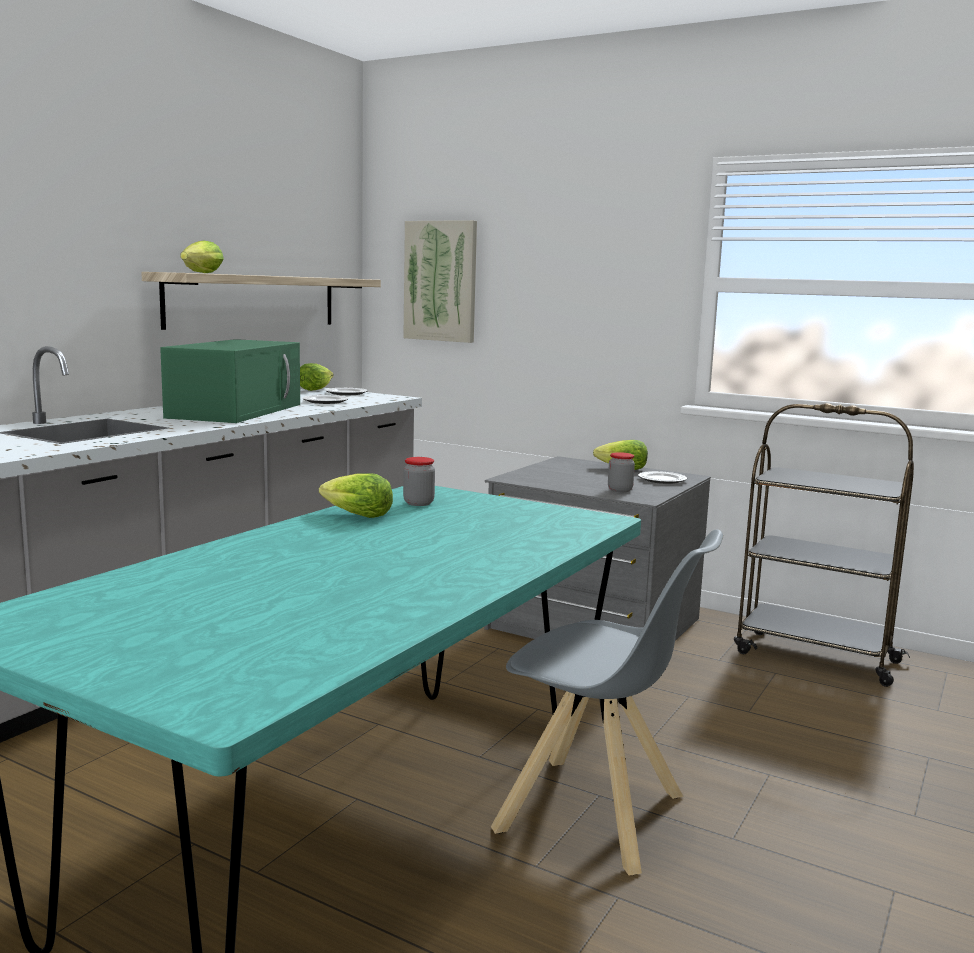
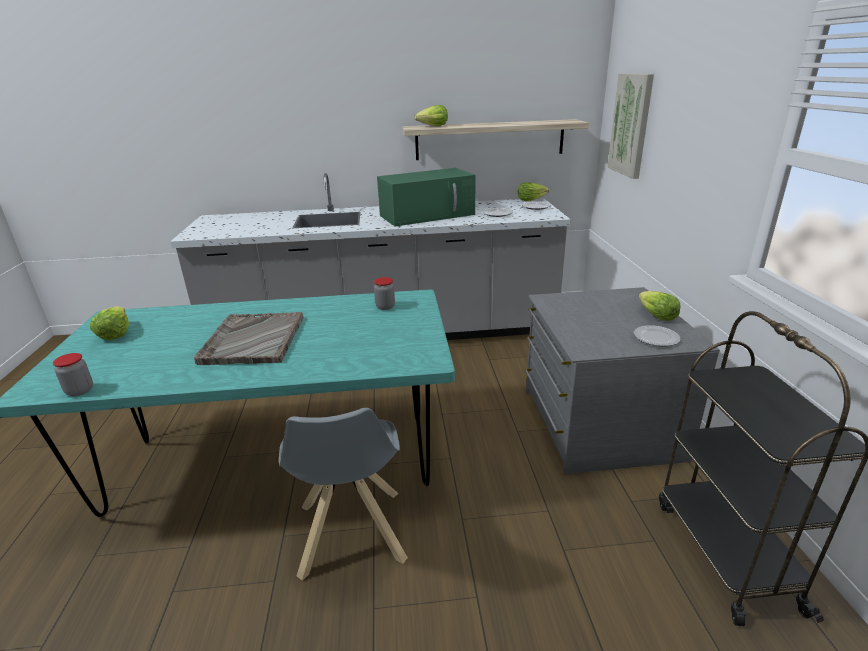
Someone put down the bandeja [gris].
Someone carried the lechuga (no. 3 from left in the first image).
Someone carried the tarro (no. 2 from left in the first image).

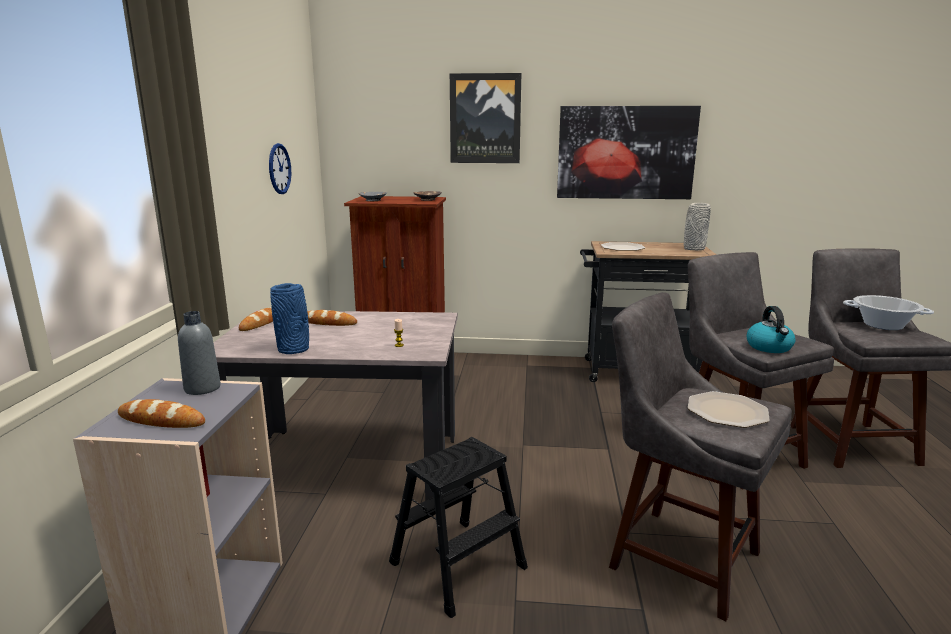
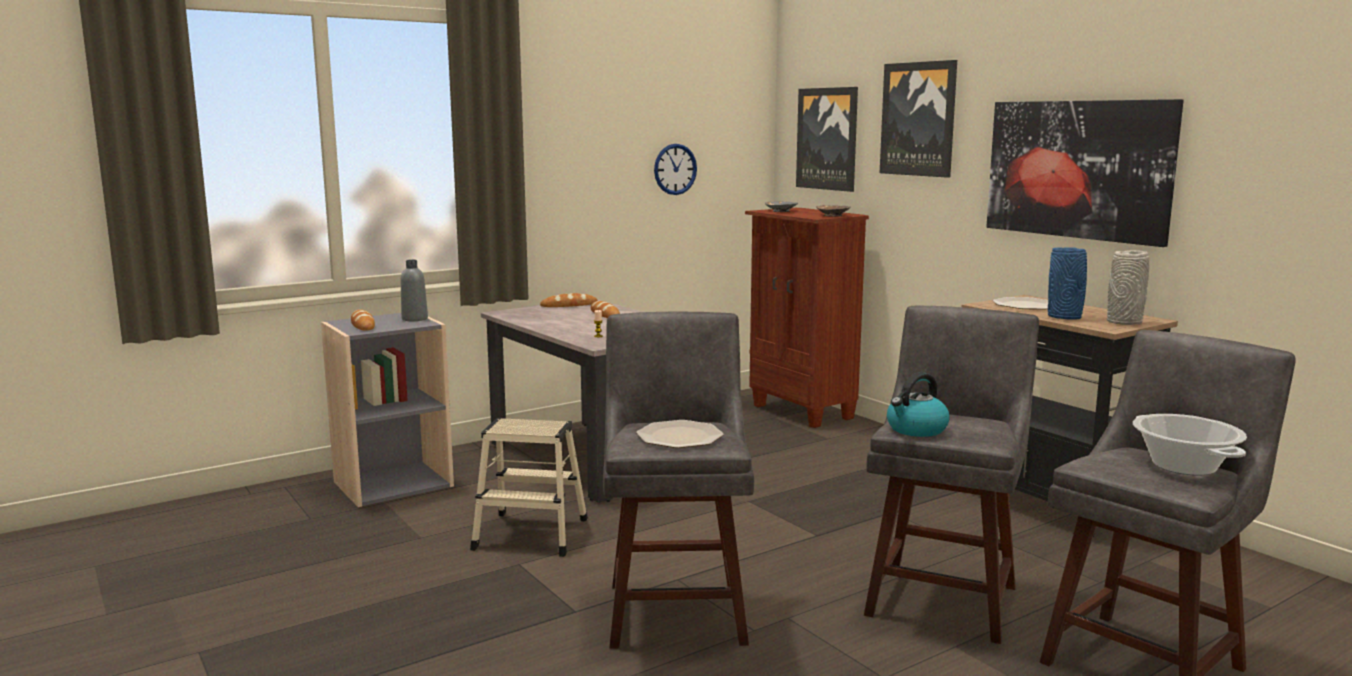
Someone put up the cuadro (no. 1 from left).
Someone carried the florero [azul].
Someone repainted the escalera de tijera [negro], which became the escalera de tijera [beis].

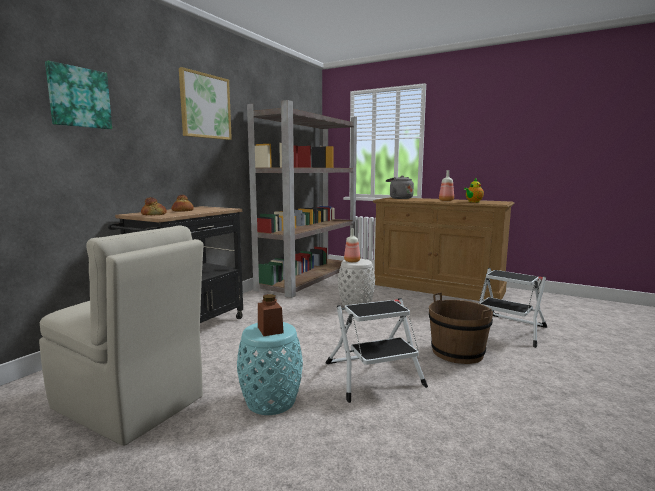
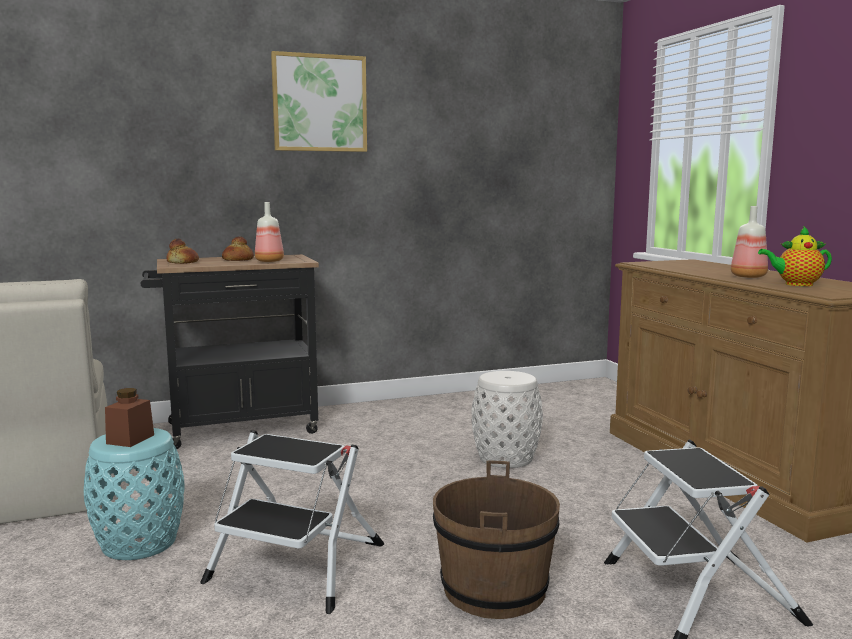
Someone took away the cuadro (no. 1 from left).
Someone took away the estantería [marrón].
Someone took away the hervidor [gris].
Someone carried the botella (no. 1 from left).

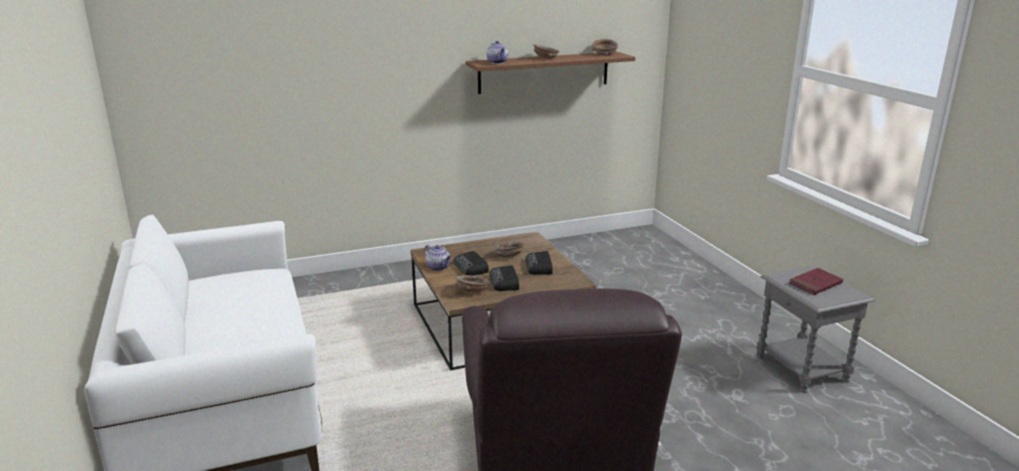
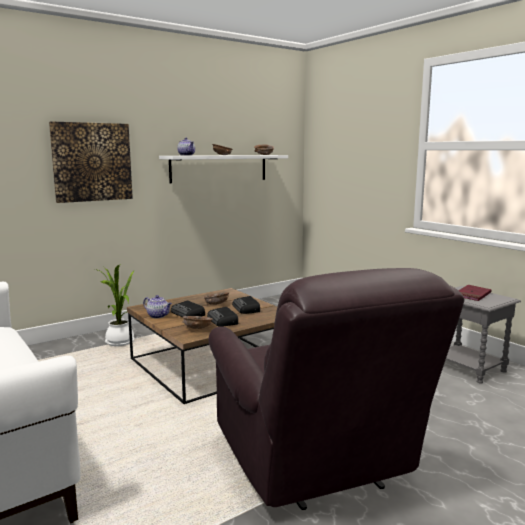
Someone put up the cuadro.
Someone put down the planta en maceta.
Someone repainted the estante [marrón], which became the estante [blanco].

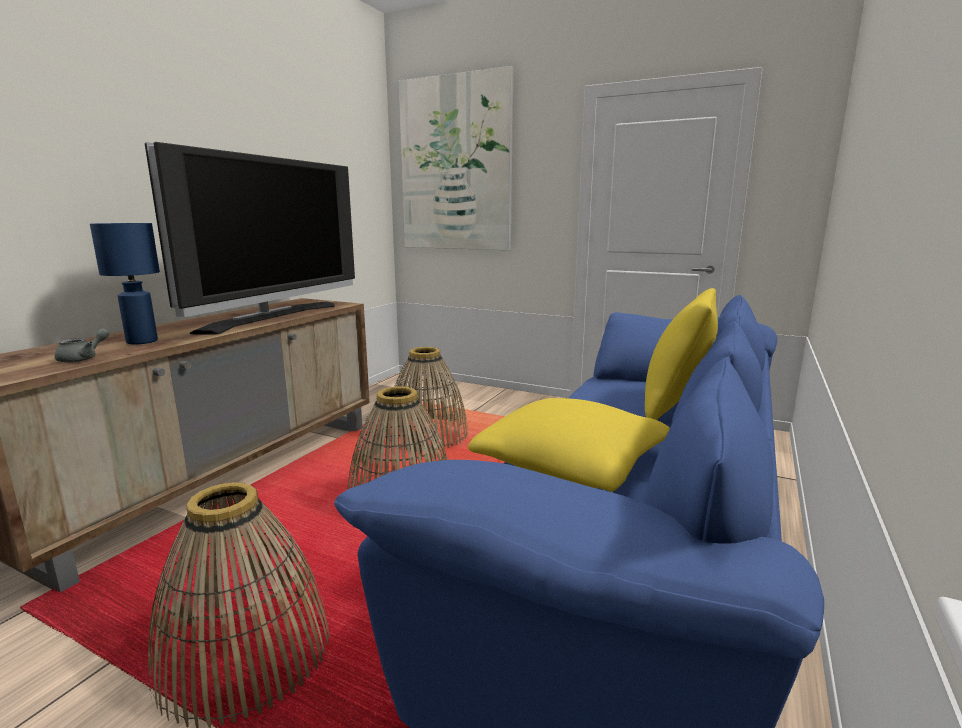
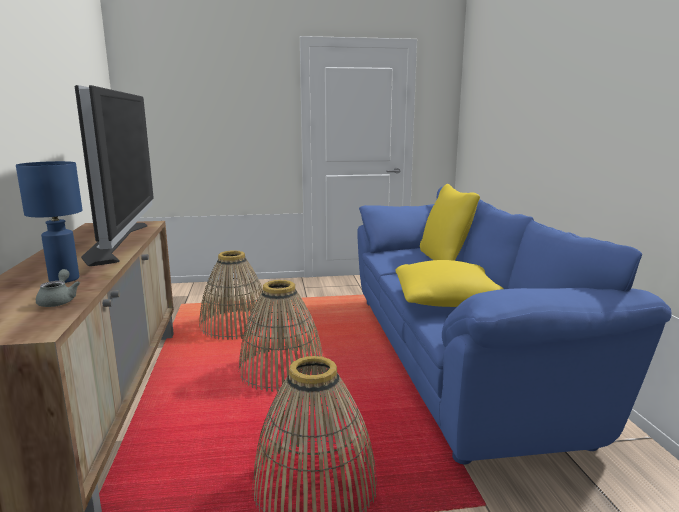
Someone took away the cuadro.

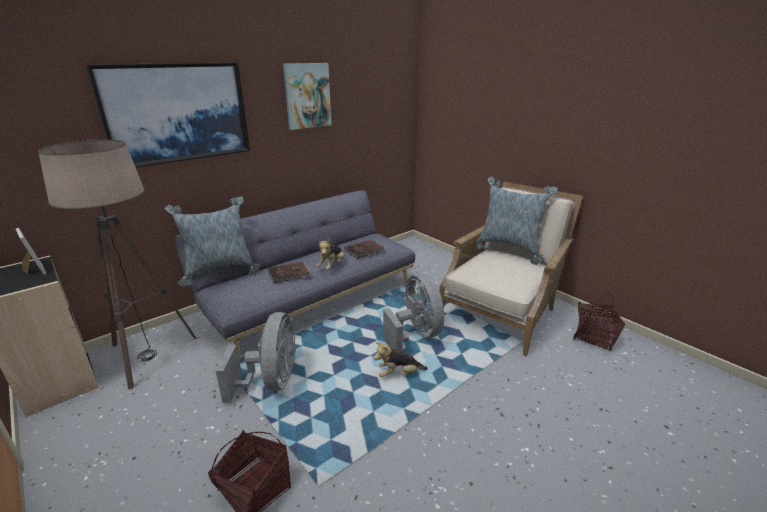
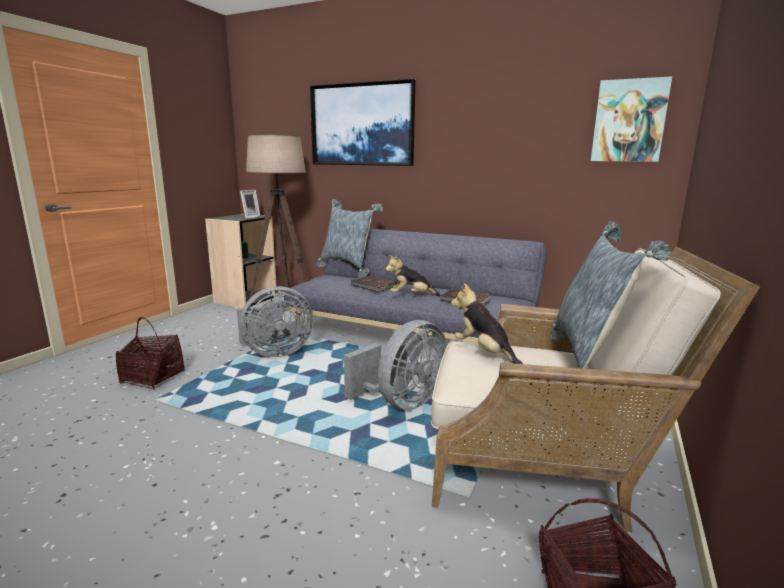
Someone carried the cuadro (no. 2 from left).
Someone carried the peluche (no. 2 from left).

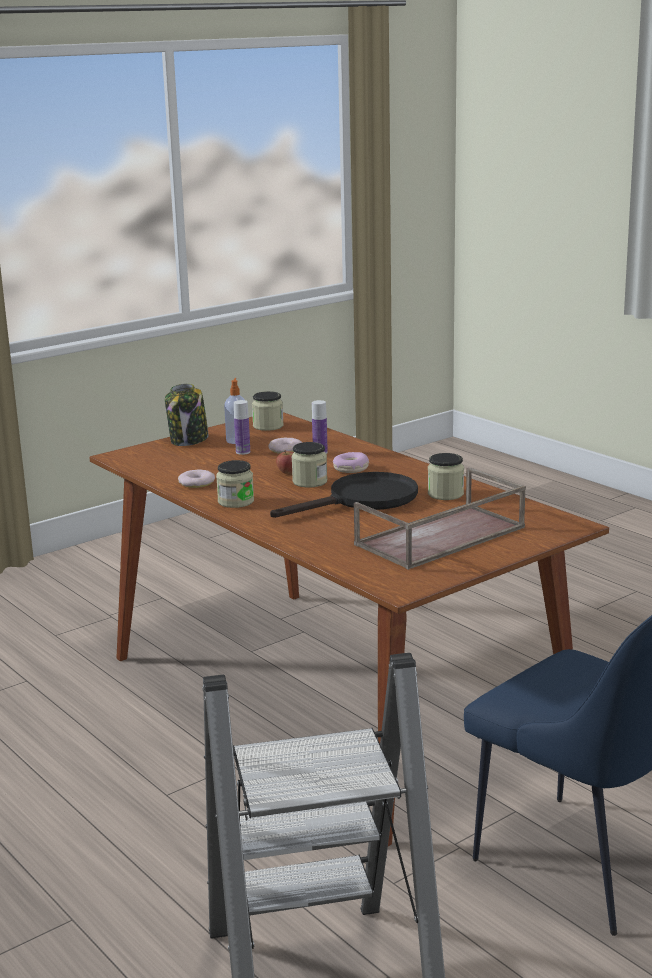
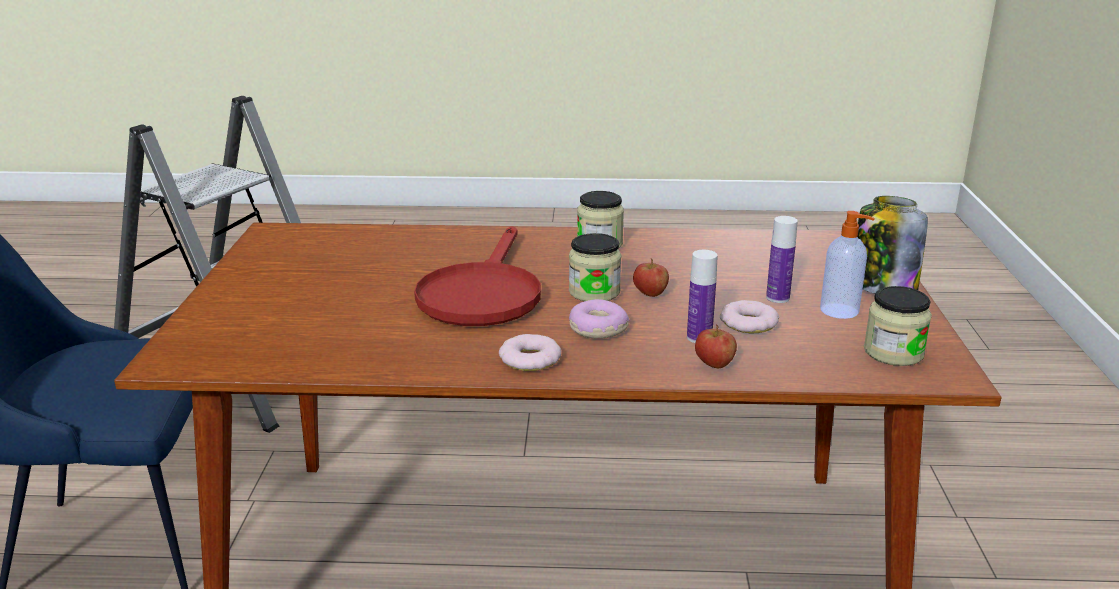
Someone took away the bandeja [marrón].
Someone took away the tarro (no. 5 from left).
Someone put down the manzana (no. 2 from left).
Someone carried the rosquilla (no. 1 from left).
Someone repainted the sartén [negro], which became the sartén [rojo].

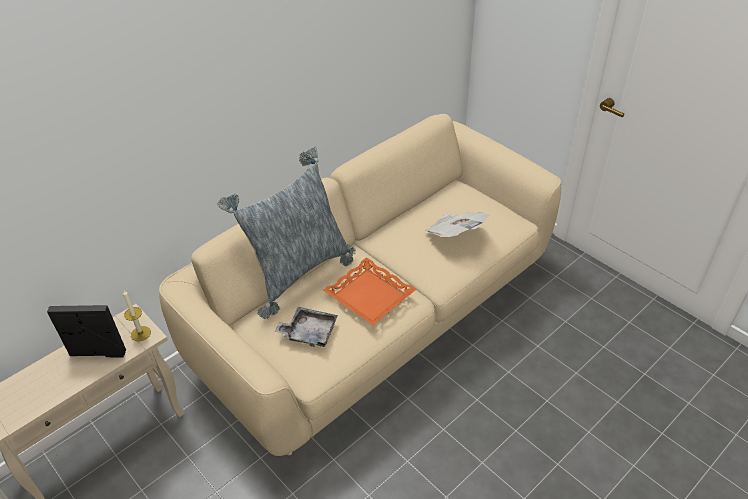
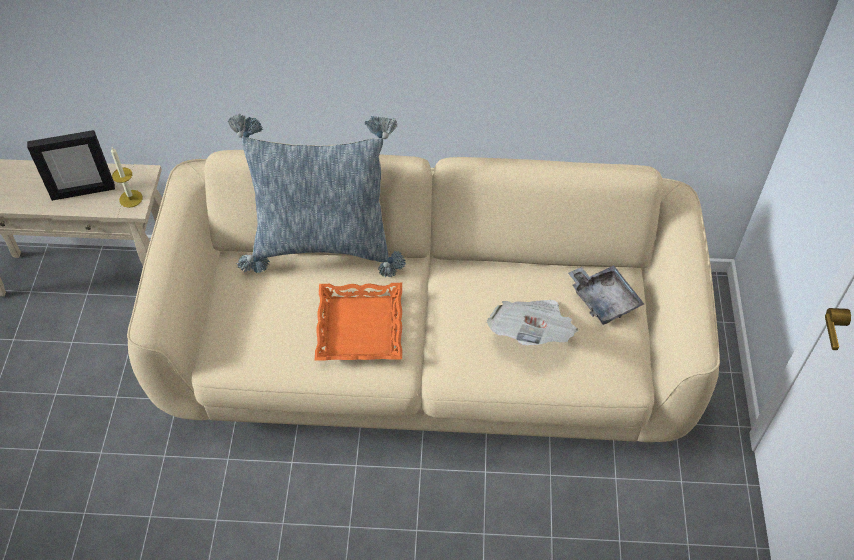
Someone carried the bandeja [gris].
Someone rotated the portarretratos by 120 degrees clockwise.

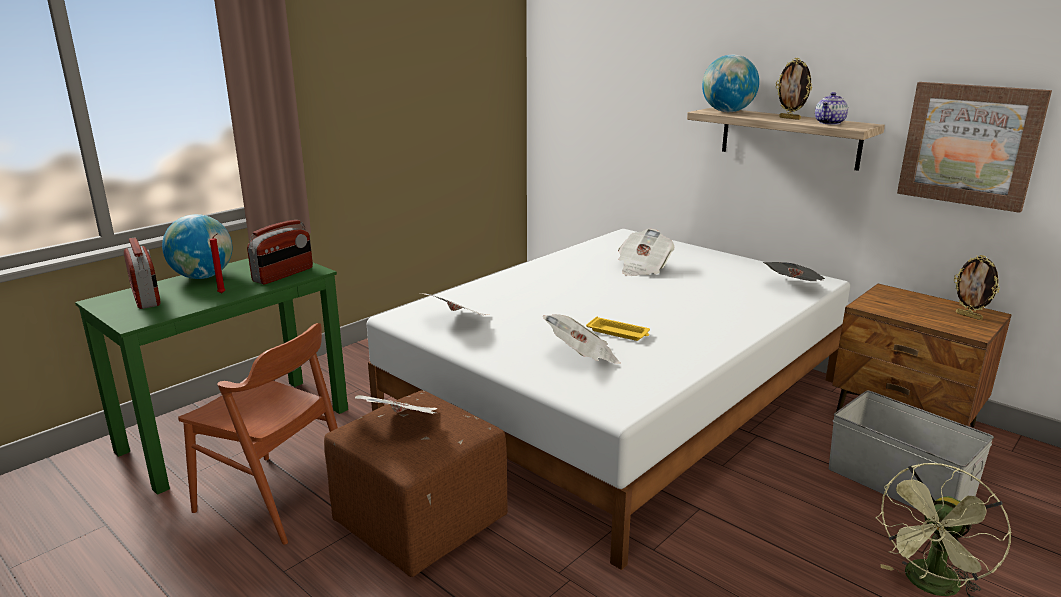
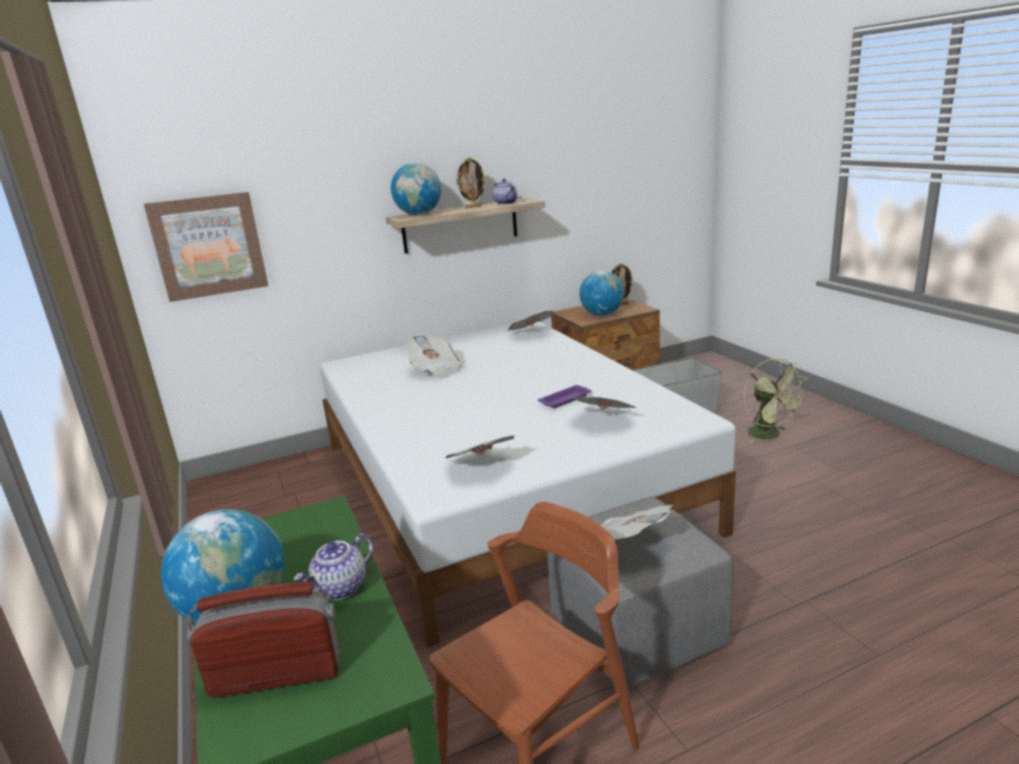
Someone took away the radio (no. 2 from left).
Someone put down the globo terráqueo (no. 3 from left).
Someone carried the cuadro.
Someone swapped the vela [rojo] for the tetera (no. 1 from left).
Someone repainted the puf [marrón], which became the puf [gris].
Someone repainted the bandeja [amarillo], which became the bandeja [morado].

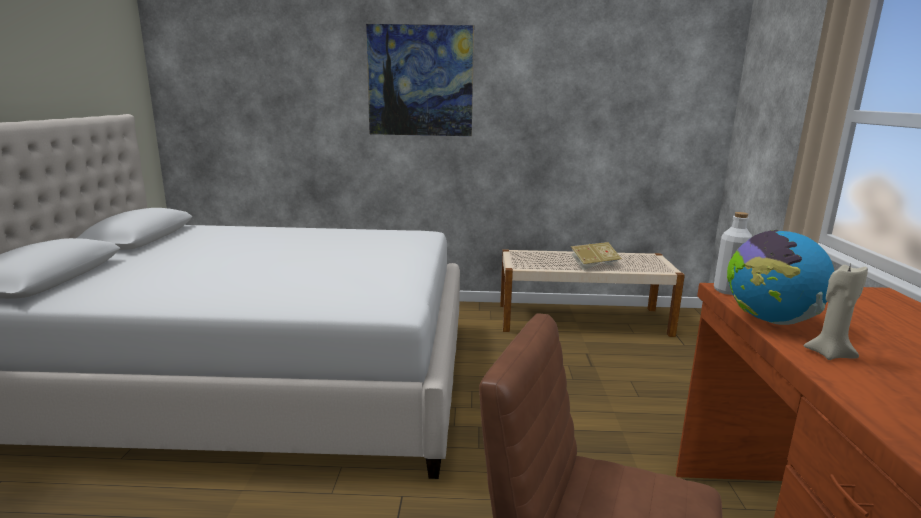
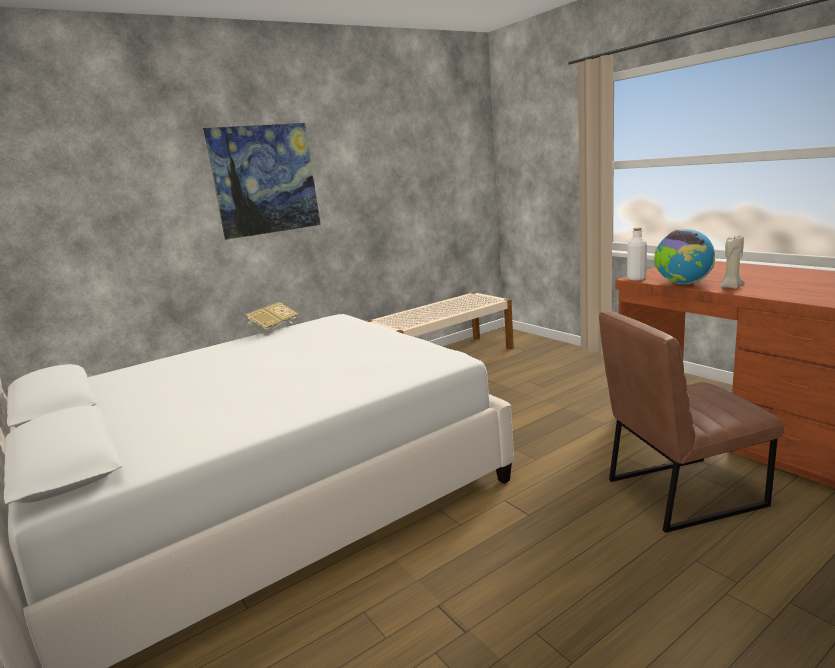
Someone carried the libro.

